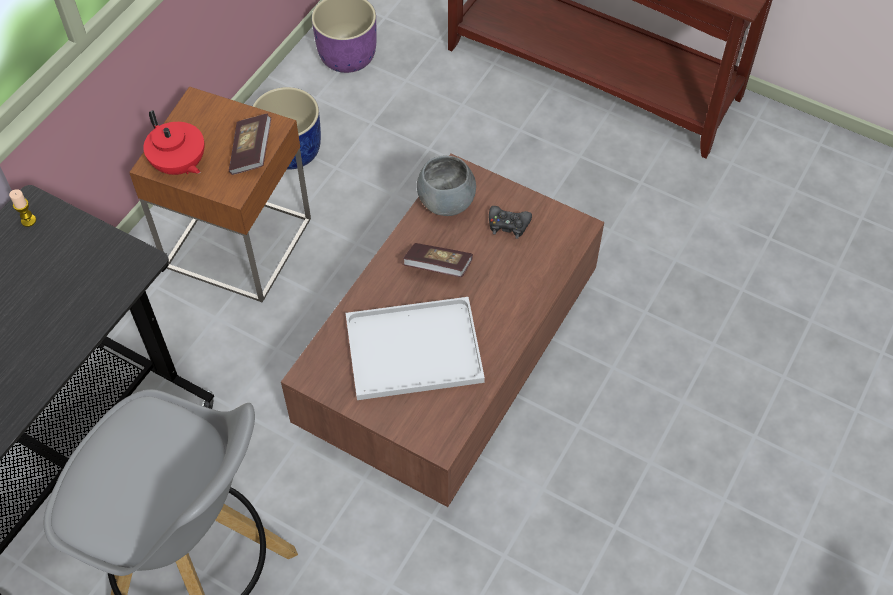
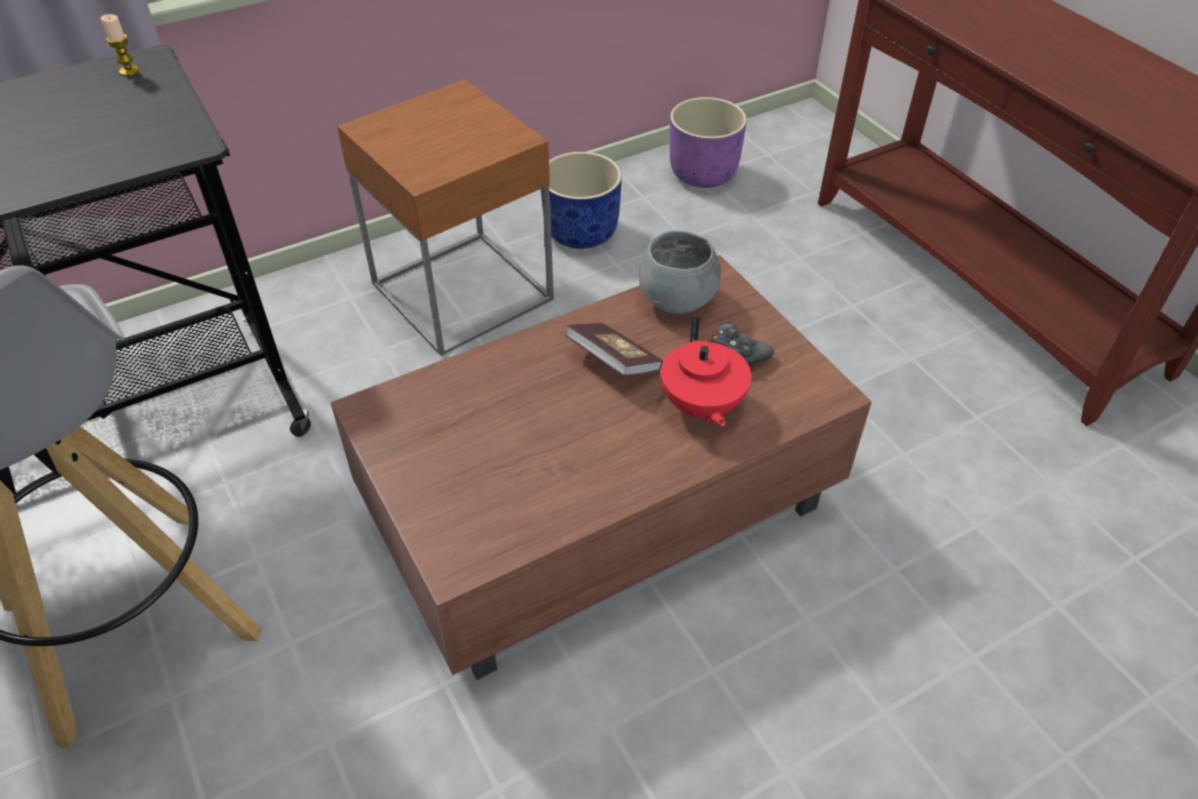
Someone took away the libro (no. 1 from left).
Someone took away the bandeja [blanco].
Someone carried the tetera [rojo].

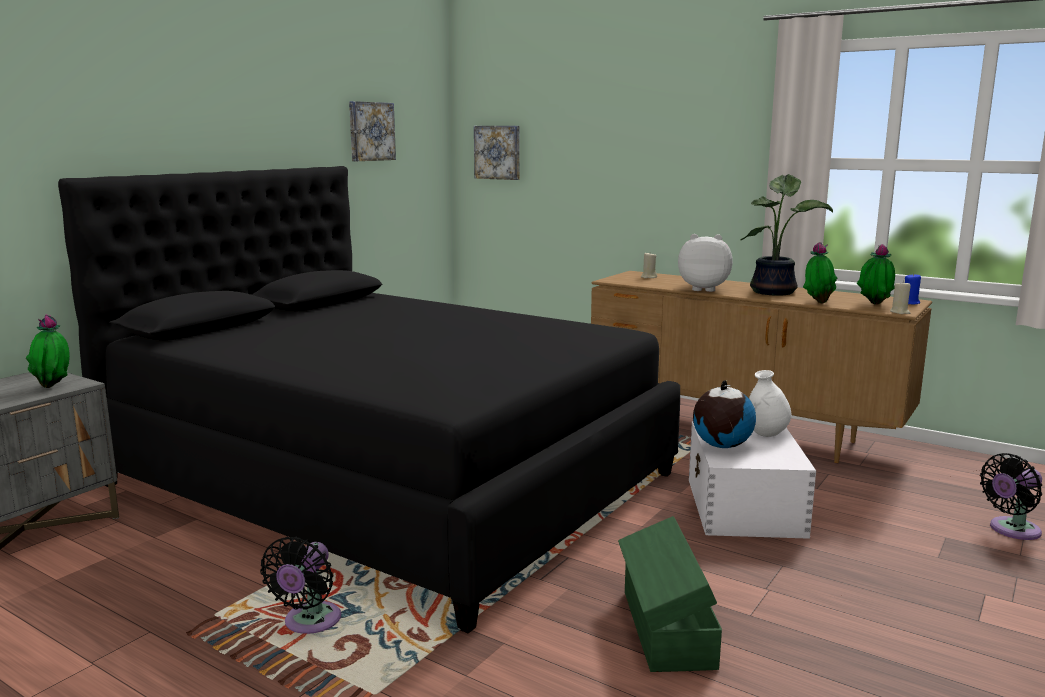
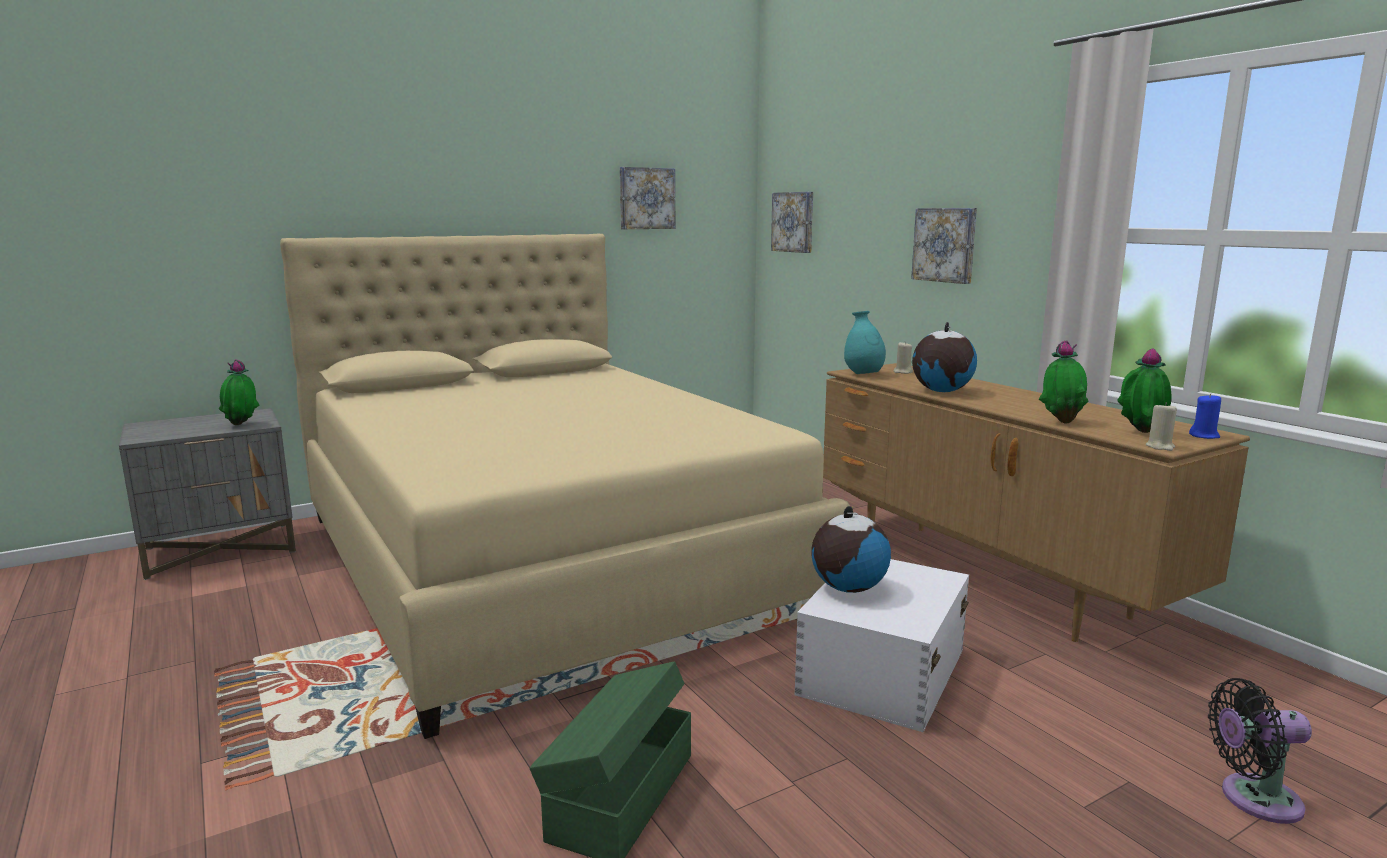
Someone took away the ventilador [negro] (no. 1 from left).
Someone took away the planta en maceta (no. 2 from left).
Someone took away the florero [blanco].
Someone put down the florero [turquesa].
Someone put up the cuadro (no. 3 from left).
Someone swapped the peluche for the globo terráqueo (no. 2 from left).
Someone repainted the cama [negro], which became the cama [beis].

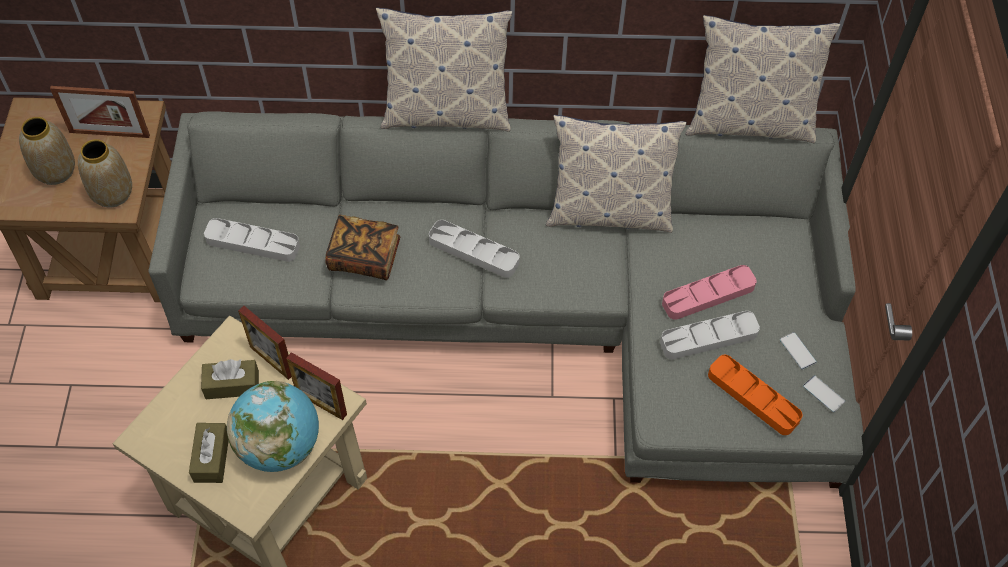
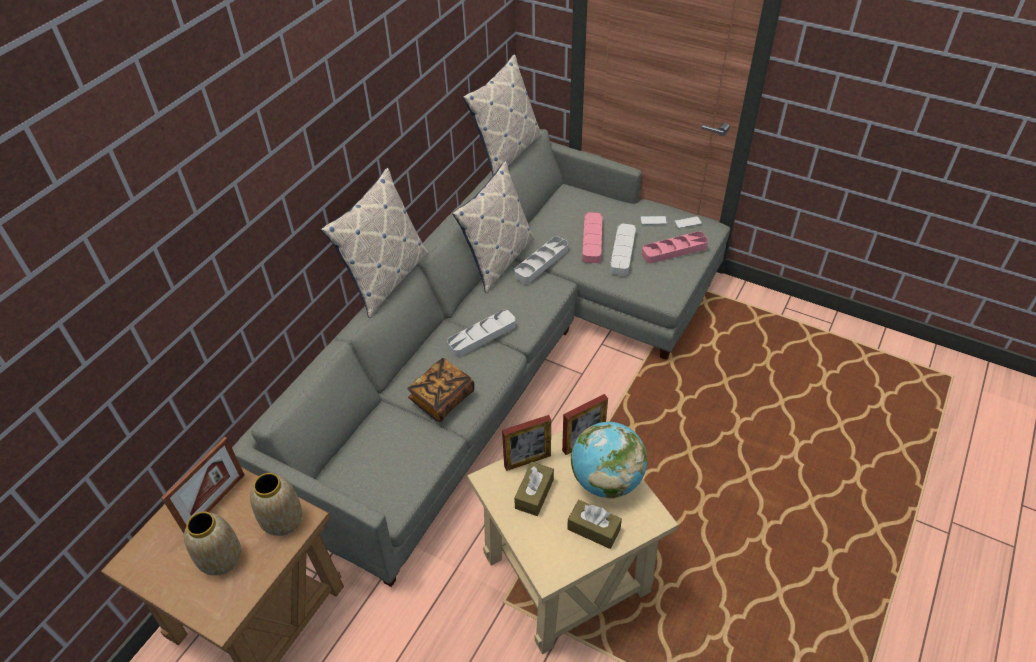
Someone carried the bandeja [gris] (no. 1 from left in the first image).
Someone repainted the bandeja [naranja], which became the bandeja [rosa] (no. 2 from left).

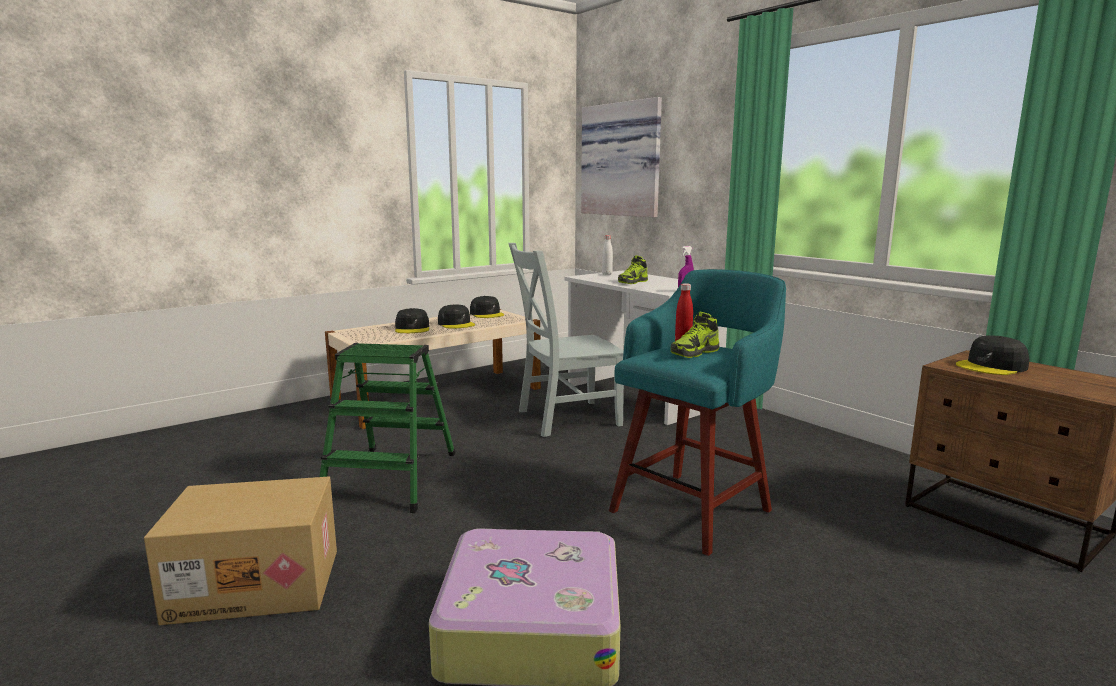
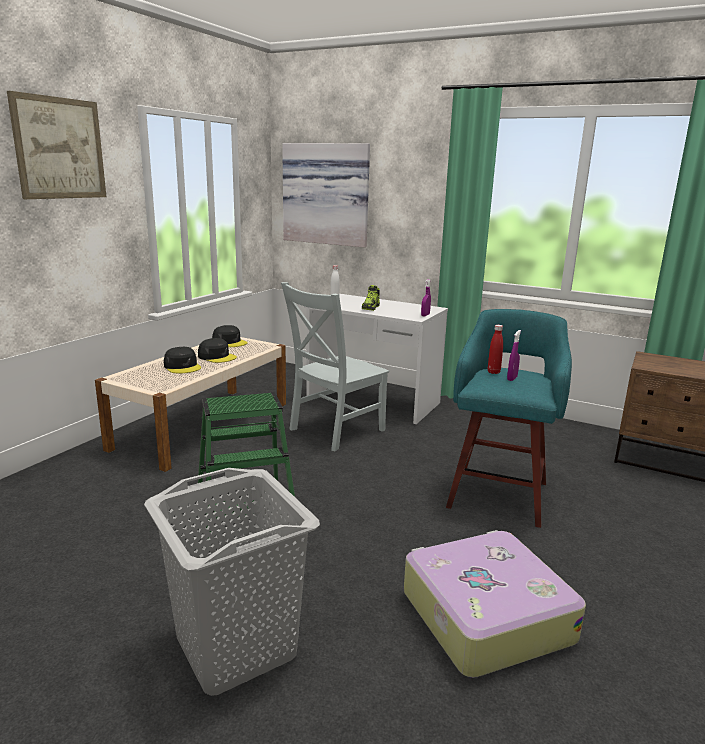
Someone took away the gorra [negro] (no. 4 from left).
Someone put up the cuadro (no. 1 from left).
Someone swapped the caja de cartón for the cesto de la ropa [gris].
Someone swapped the zapato (no. 2 from left) for the pulverizador [morado] (no. 2 from left).

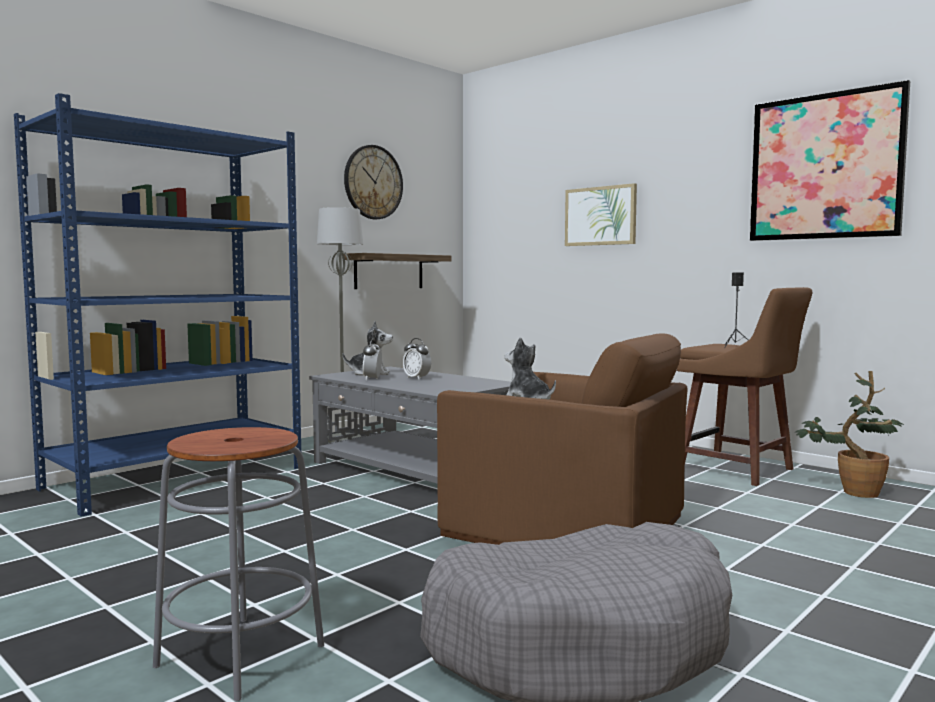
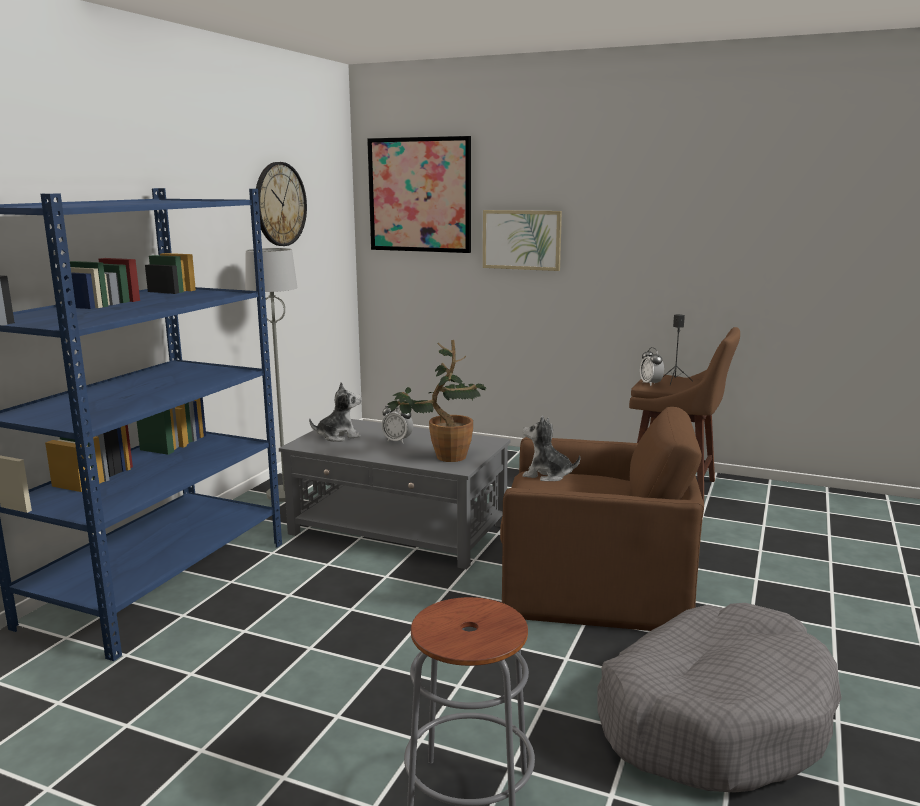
Someone took away the estante.
Someone carried the despertador (no. 1 from left in the first image).
Someone carried the cuadro (no. 2 from left in the first image).
Someone carried the planta en maceta.

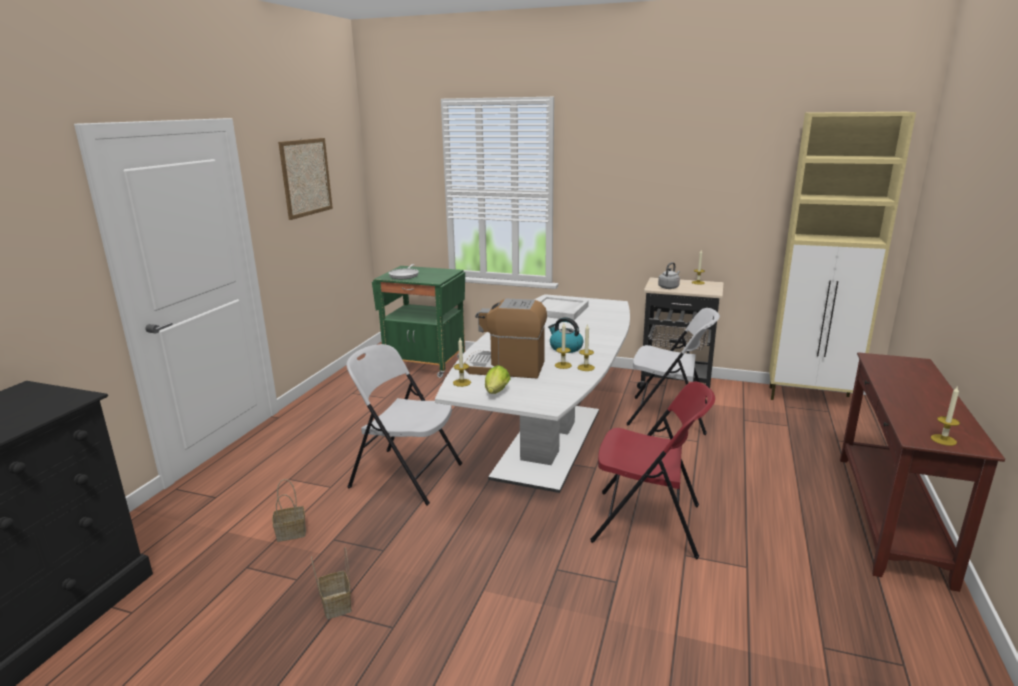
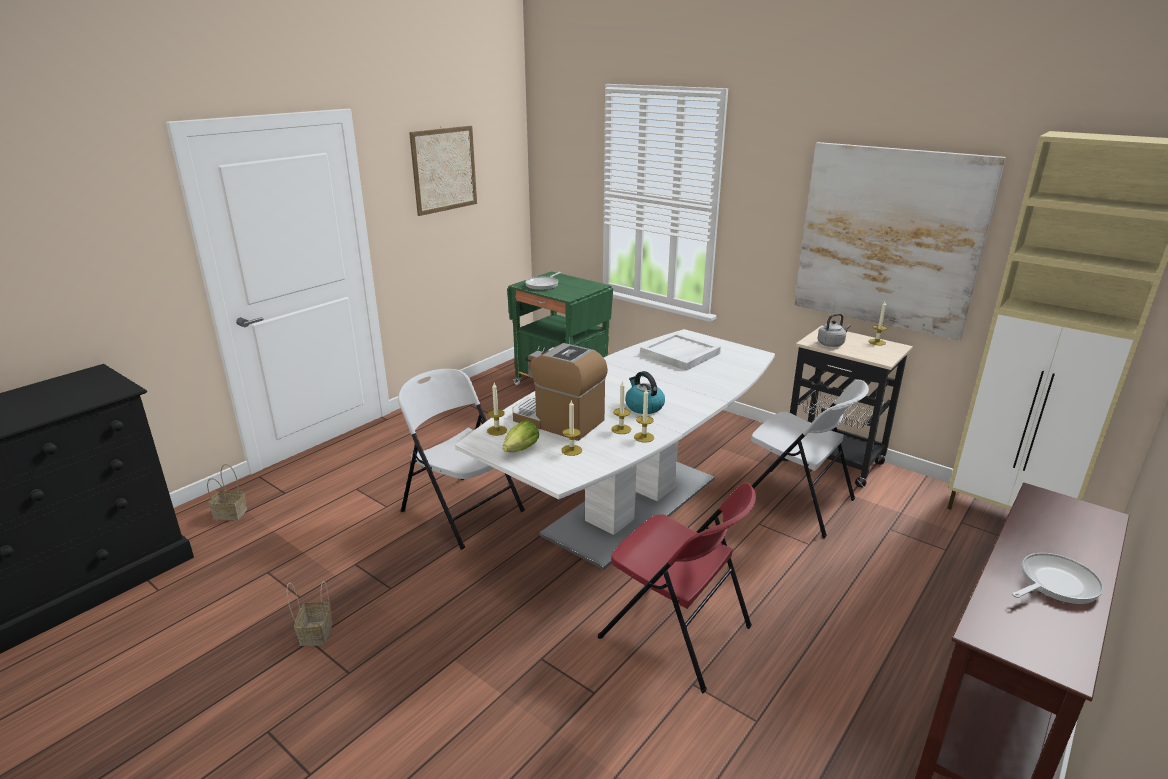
Someone put up the cuadro (no. 2 from left).
Someone put down the sartén (no. 2 from left).
Someone carried the cesta (no. 1 from left).
Someone carried the vela (no. 5 from left in the first image).

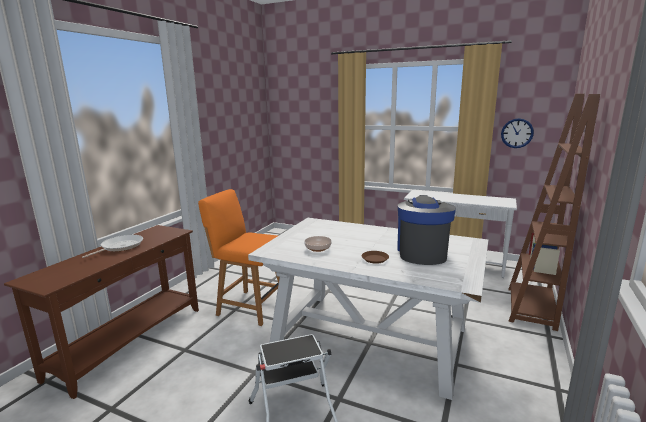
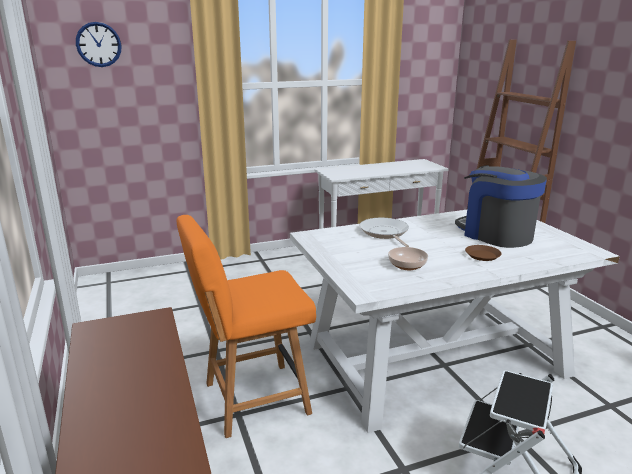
Someone carried the sartén.
Someone carried the reloj de pared.

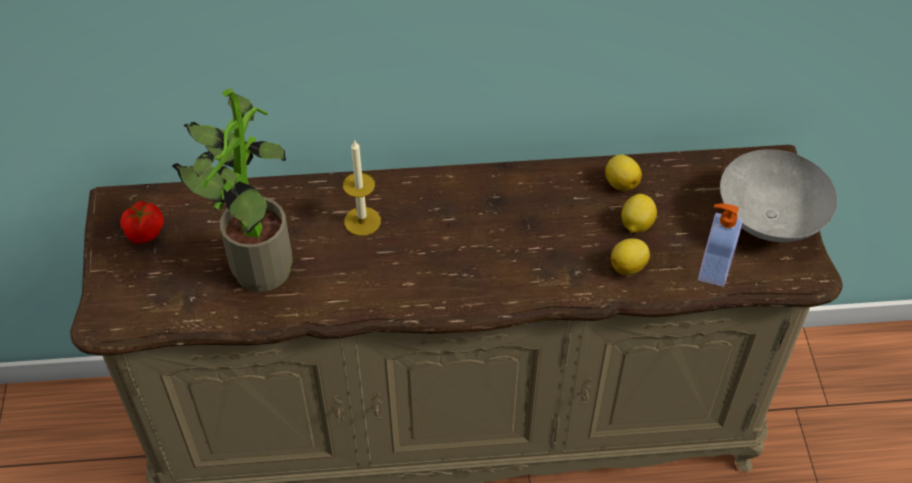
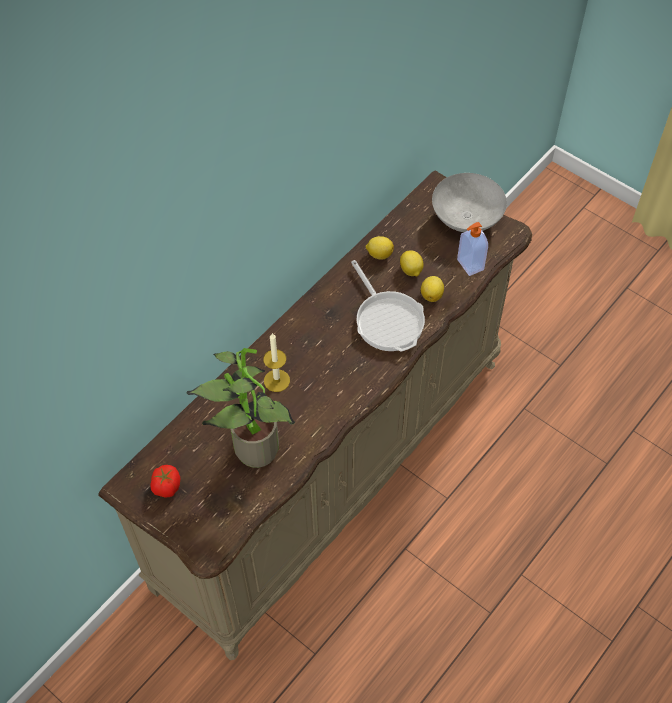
Someone put down the sartén.

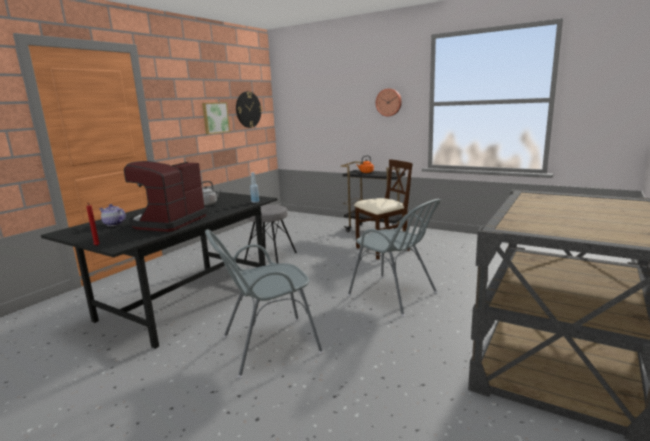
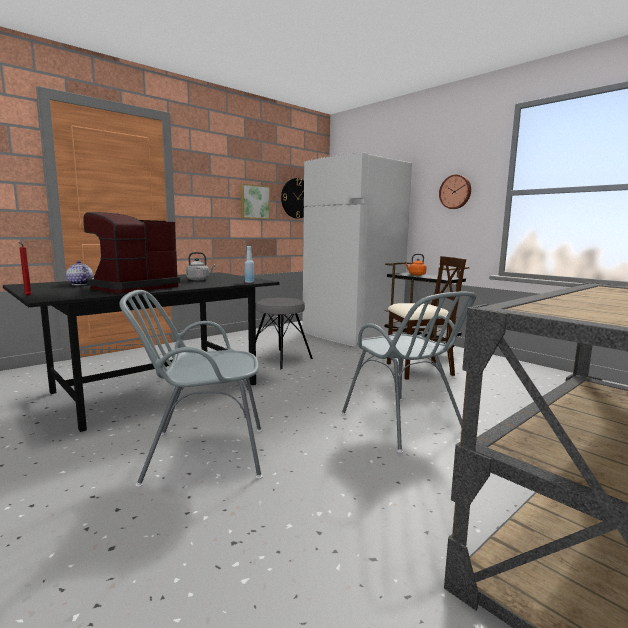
Someone put down the nevera [blanco].

